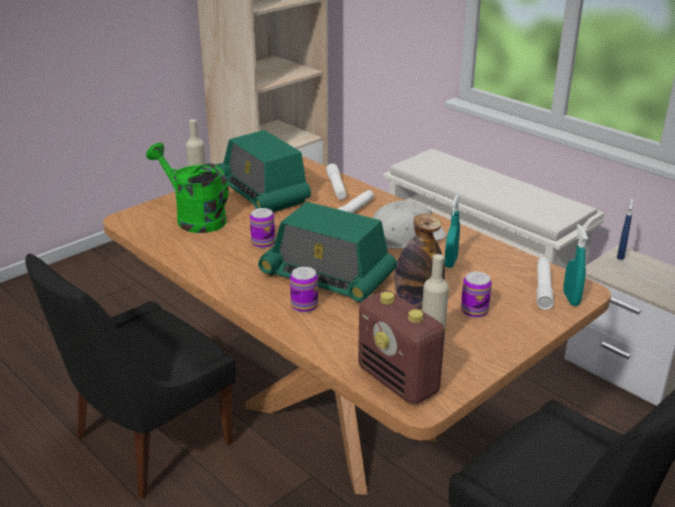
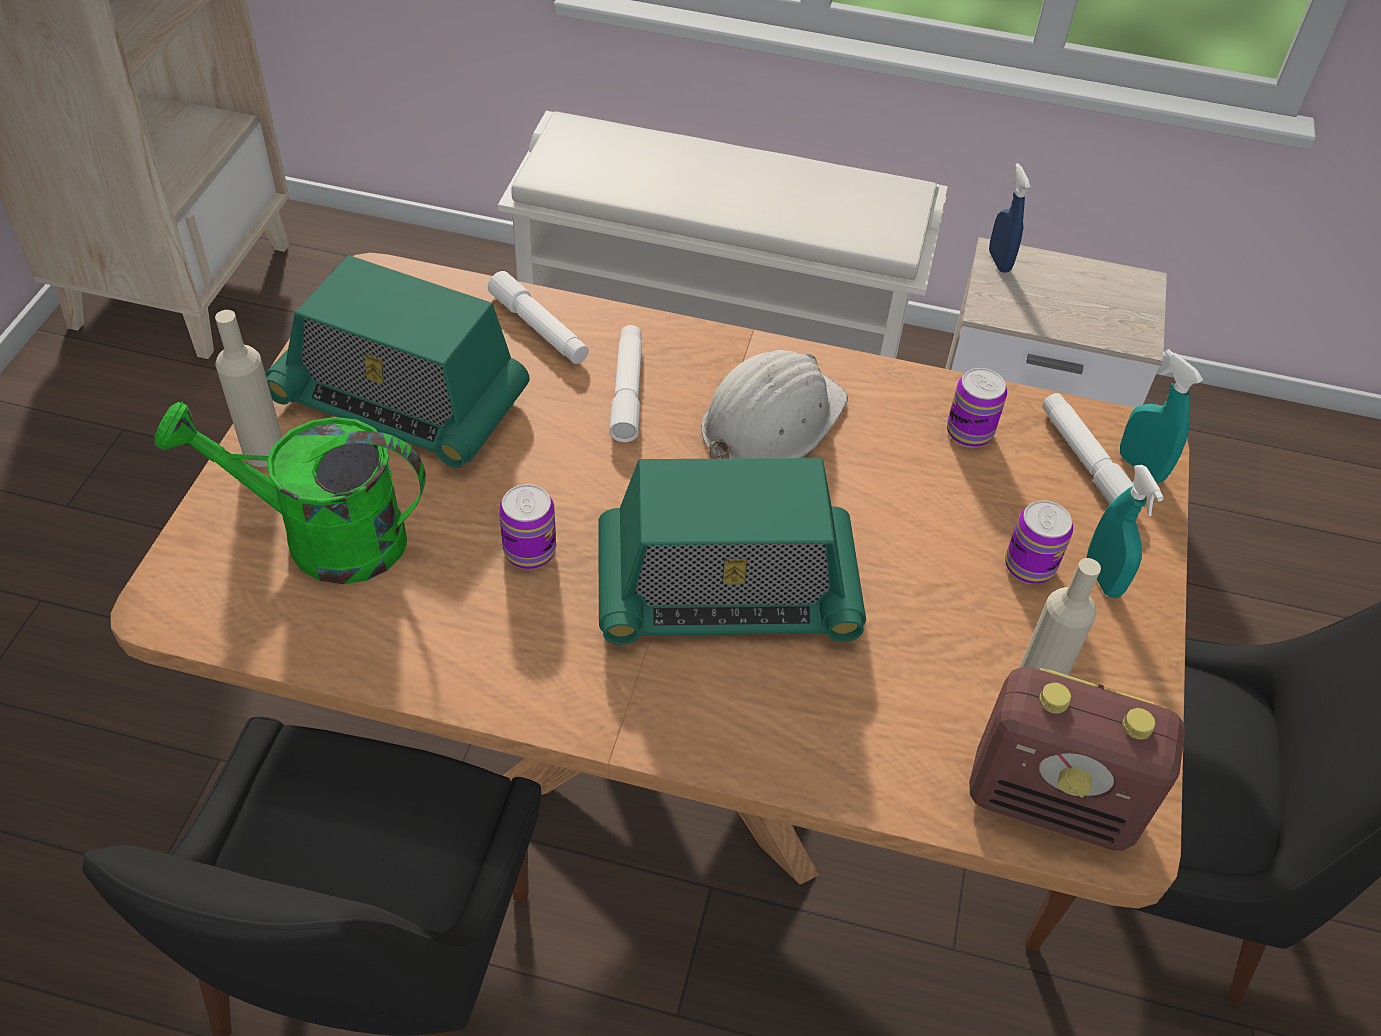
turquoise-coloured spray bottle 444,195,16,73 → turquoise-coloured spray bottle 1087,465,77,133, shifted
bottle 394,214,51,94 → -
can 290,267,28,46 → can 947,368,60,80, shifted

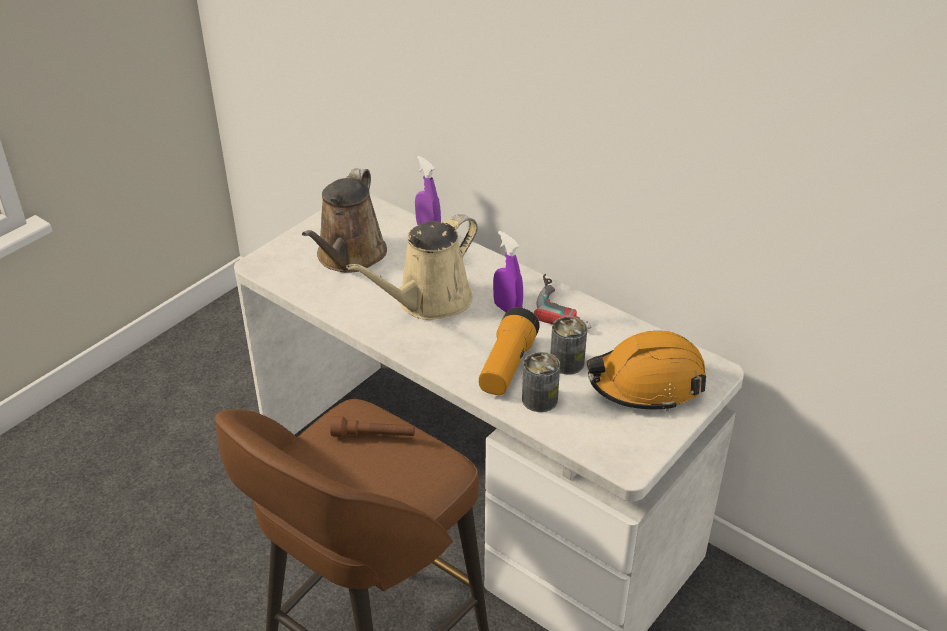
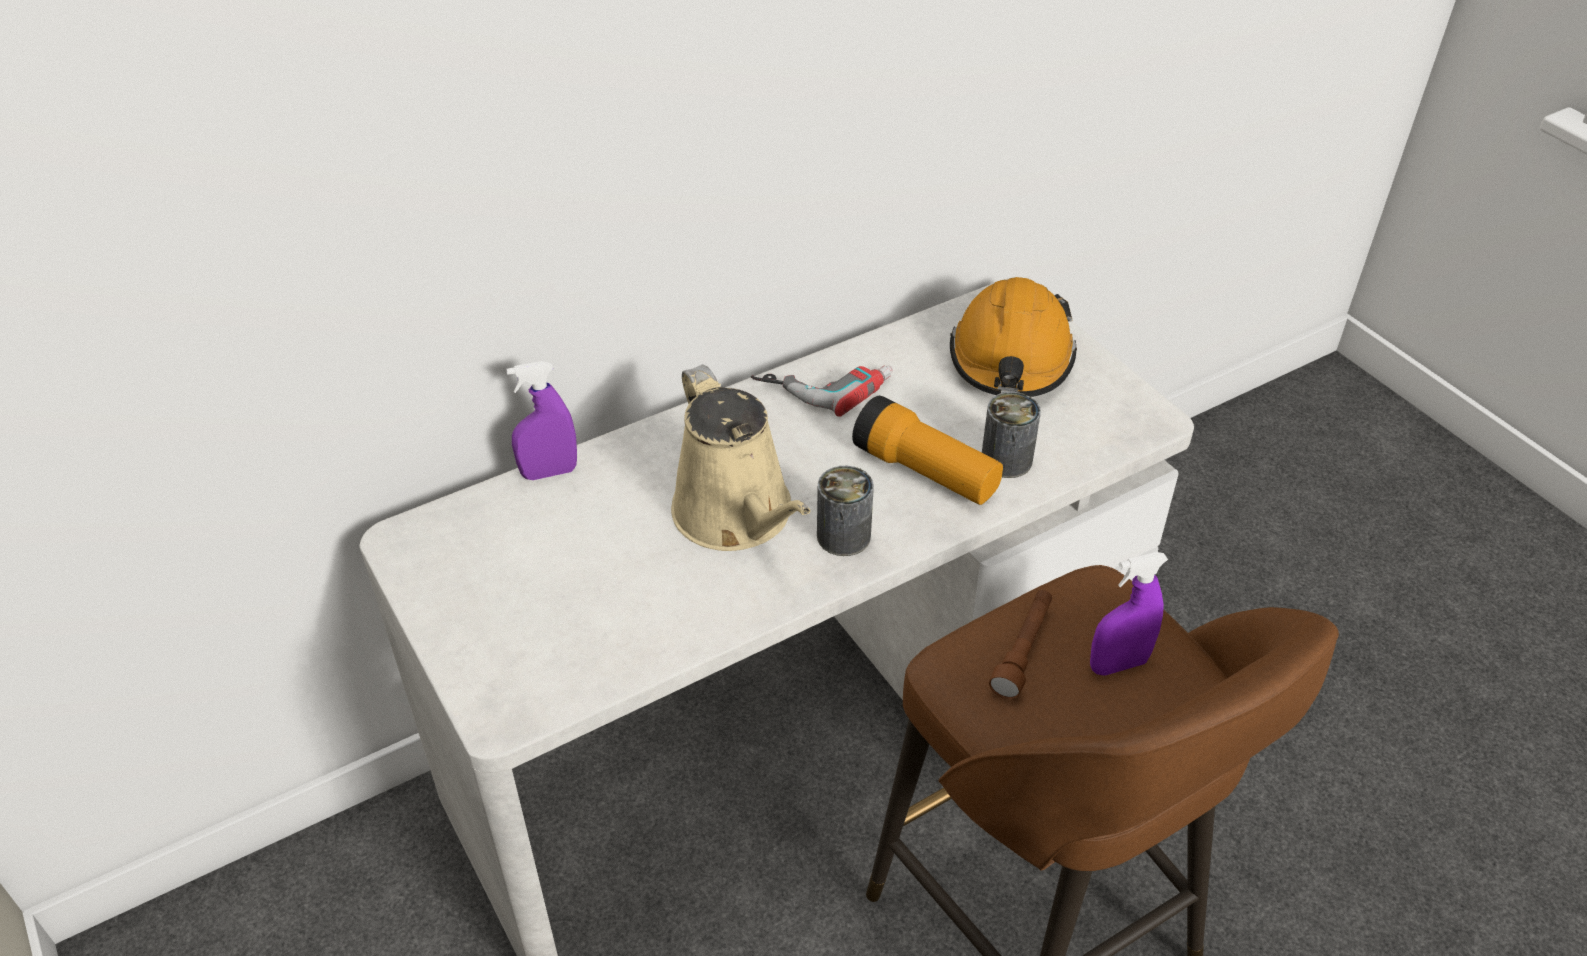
brownish sprinkling can 302,168,85,105 → -
purplish spray bottle 493,231,30,81 → purplish spray bottle 1090,552,78,124, shifted
can 550,316,37,59 → can 817,466,57,90, shifted

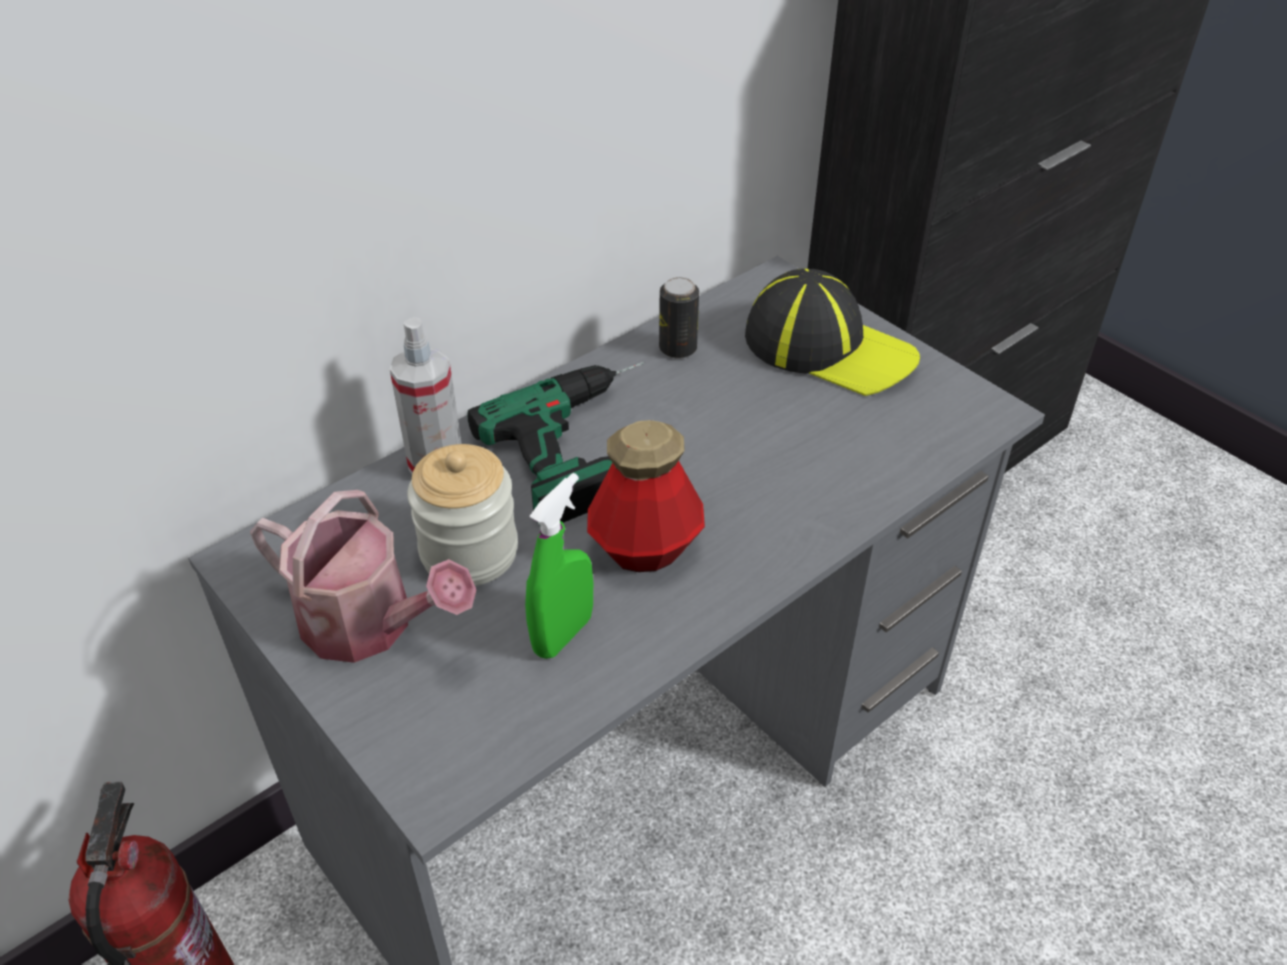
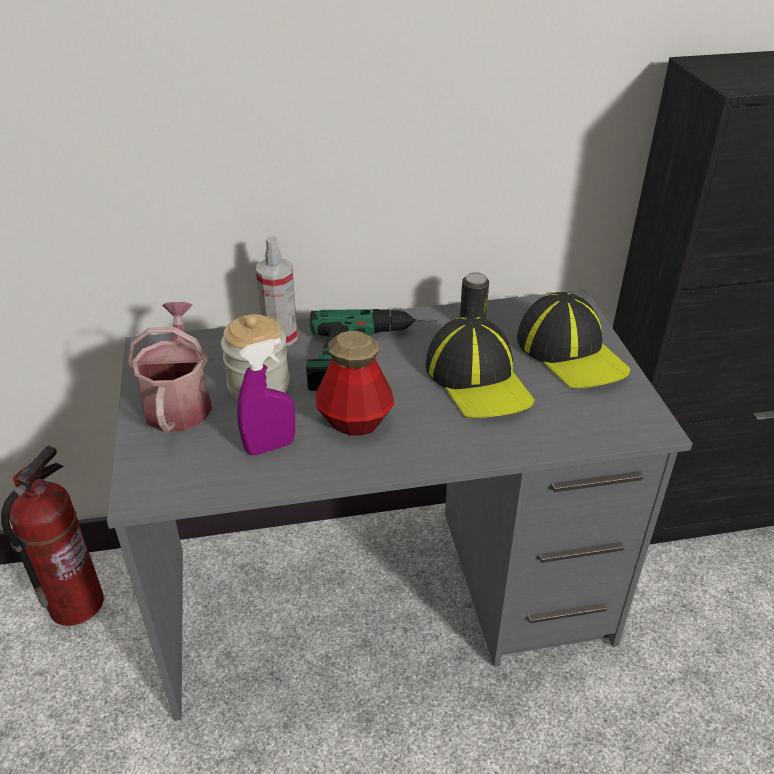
greenish spray bottle 525,473,68,186 → purplish spray bottle 237,338,58,118
sprinkling can 250,490,226,173 → sprinkling can 128,302,84,130, 150 degrees counterclockwise
- → baseball cap 425,316,110,102

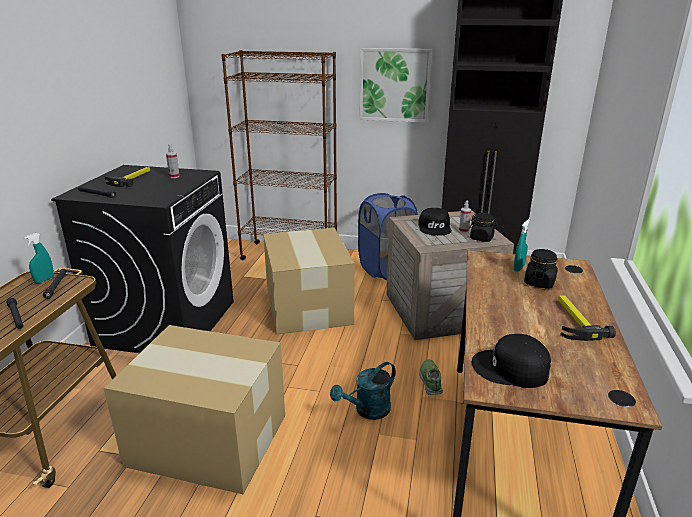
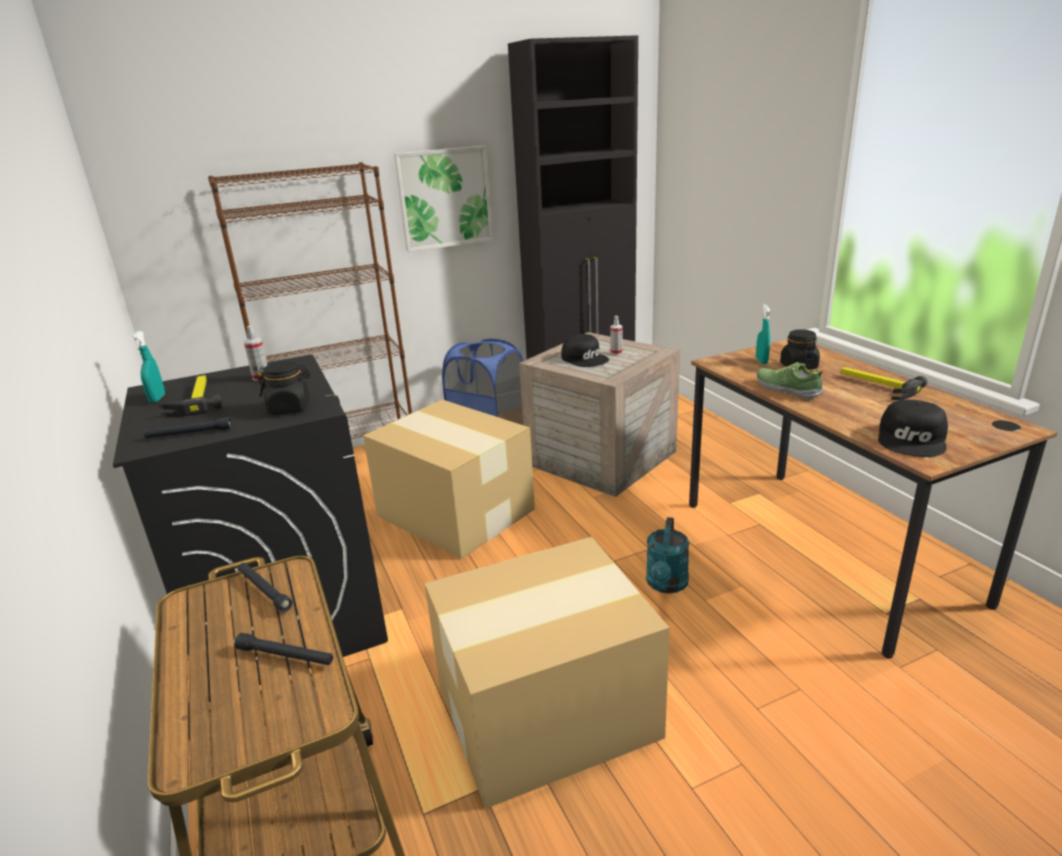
black-coloured jar 469,213,29,29 → black-coloured jar 257,361,53,54, shifted
turquoise-coloured spray bottle 24,233,30,51 → turquoise-coloured spray bottle 132,331,33,72, shifted
black-coloured baseball cap 472,334,79,54 → black-coloured baseball cap 878,400,70,57, 45 degrees counterclockwise
item of footwear 419,359,24,36 → item of footwear 757,362,67,37, shifted

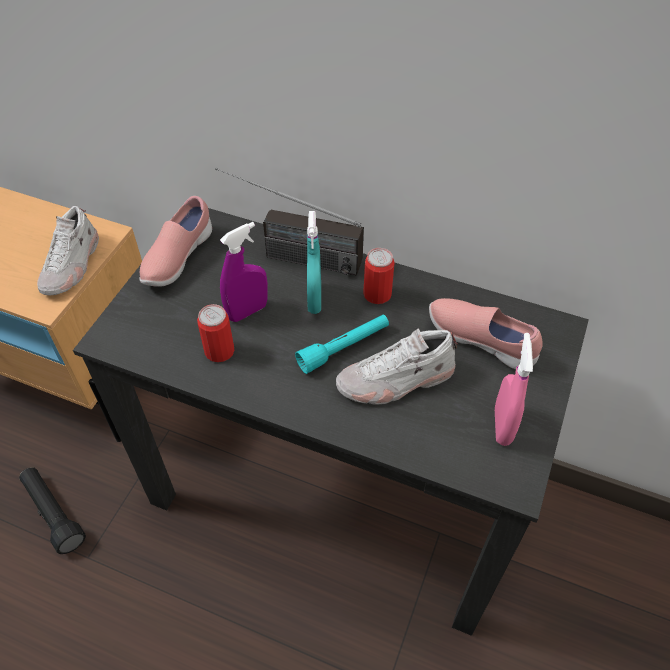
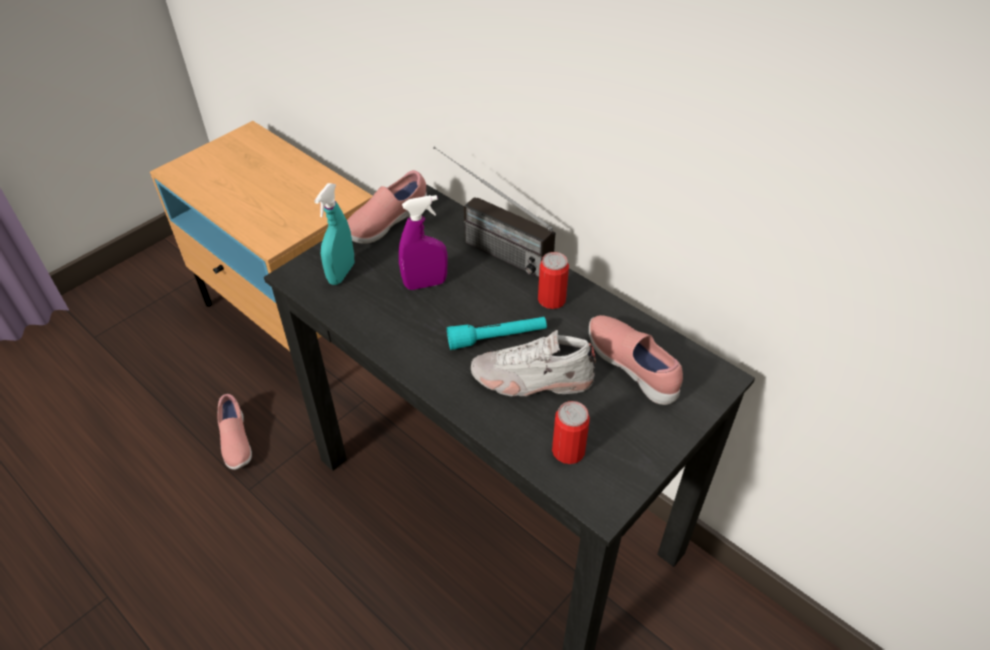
white-coloured item of footwear 37,205,62,91 → -
turquoise-coloured spray bottle 307,211,14,103 → turquoise-coloured spray bottle 314,183,40,102, shifted
can 197,304,37,58 → can 552,401,38,63, shifted
pinkish spray bottle 495,333,38,113 → -
black-coloured hand torch 19,467,67,87 → pinkish item of footwear 218,394,34,76

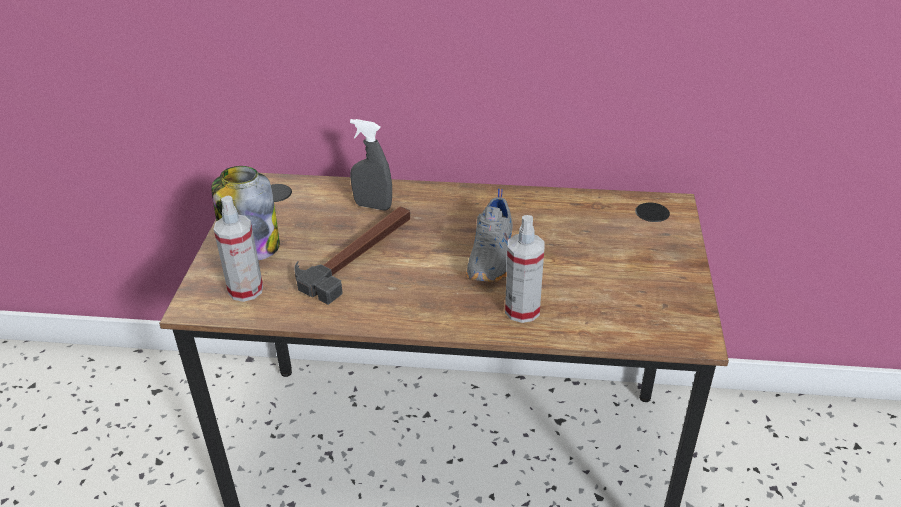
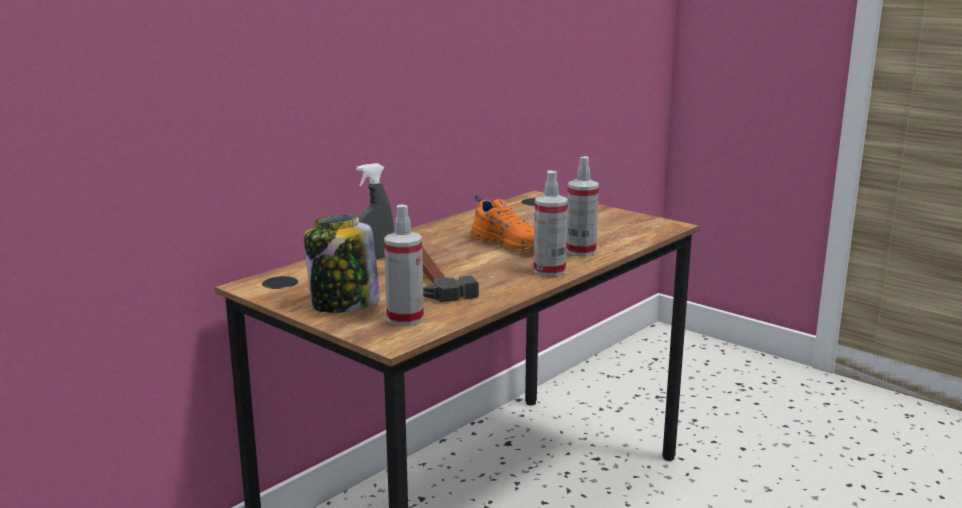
greyish item of footwear 466,189,47,93 → orangey item of footwear 470,195,64,57
- → spray bottle 534,170,34,107

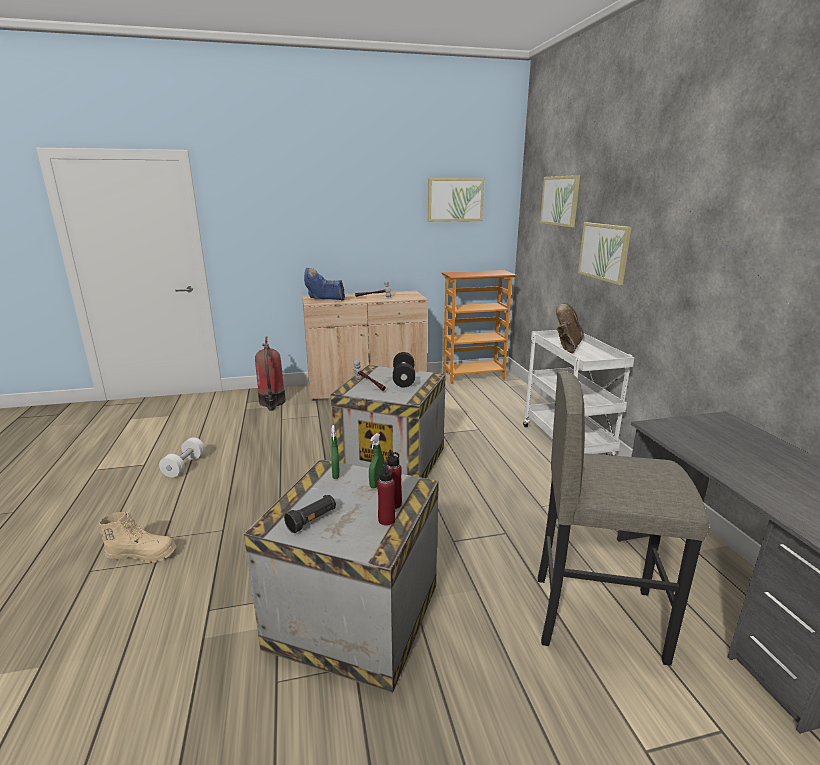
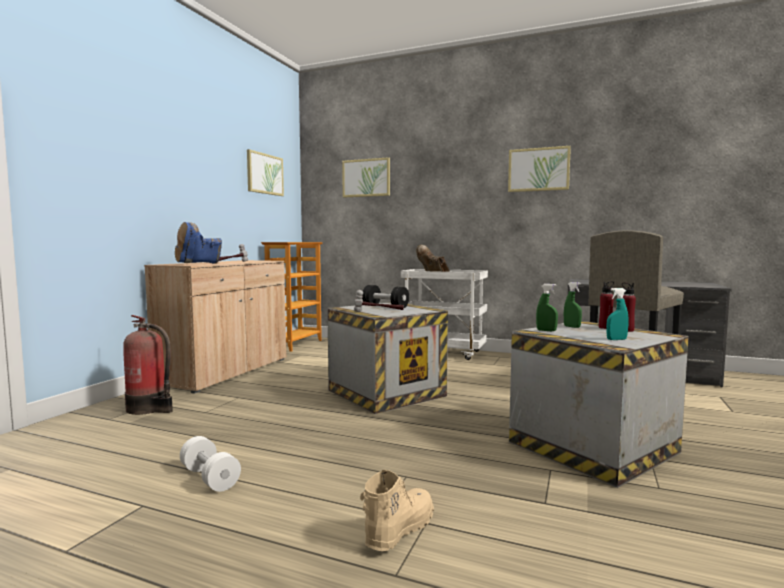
picture 578,222,54,63 → picture 508,146,63,46, shifted
black-coloured hand torch 284,495,52,38 → turquoise-coloured spray bottle 606,288,23,52

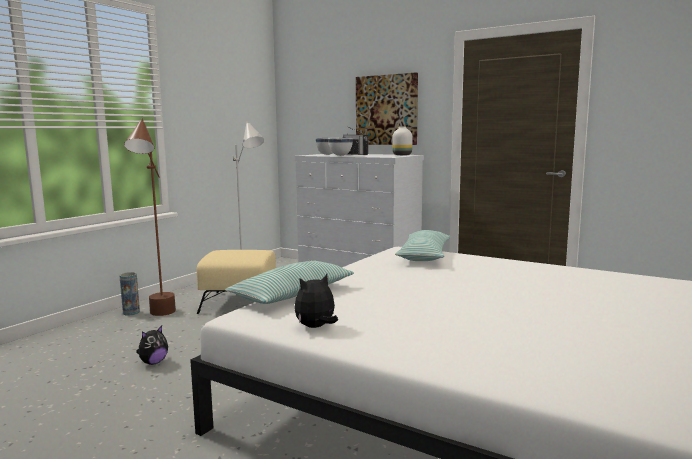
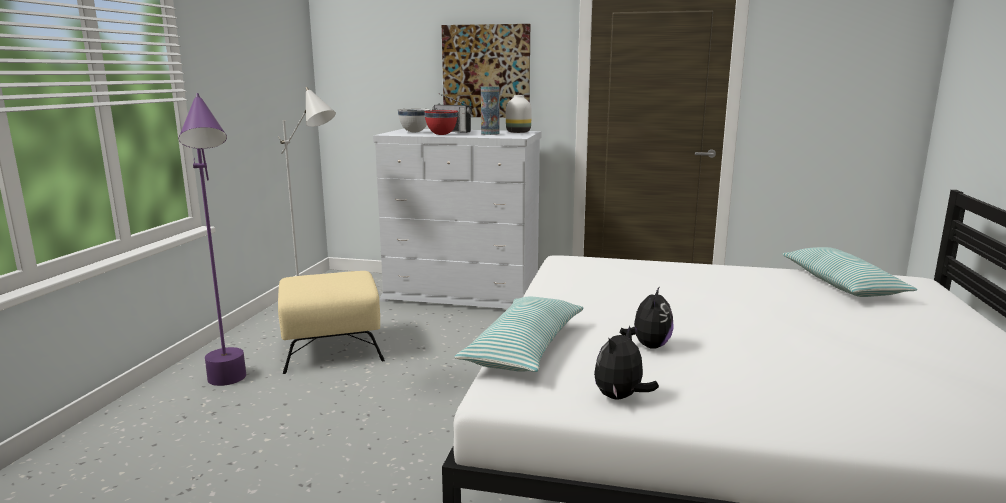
brownish floor lamp 124,119,52,197 → purplish floor lamp 179,93,67,293
white-coloured bowl 328,138,25,18 → red-coloured bowl 424,110,34,25
pillow 395,230,56,31 → pillow 782,247,135,50, shifted
flower vase 119,272,21,43 → flower vase 481,86,19,49, shifted
cuddly toy 136,326,32,39 → cuddly toy 620,286,54,63, shifted

